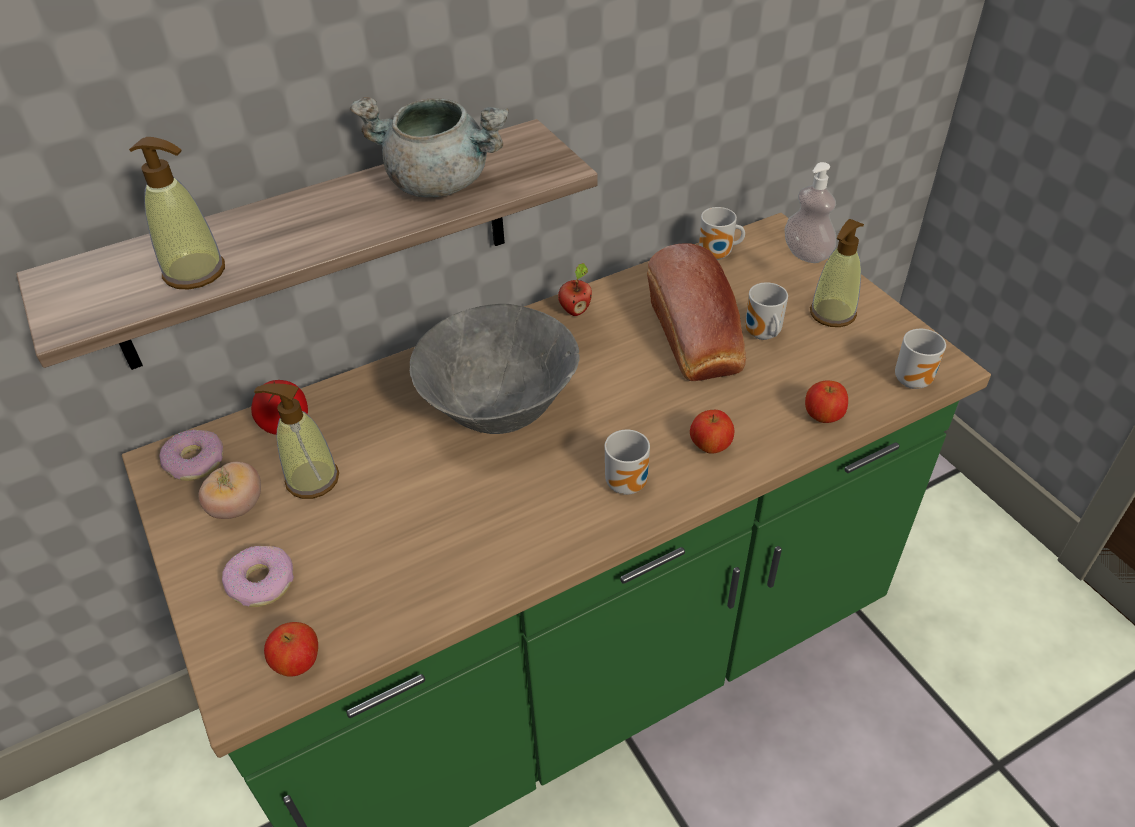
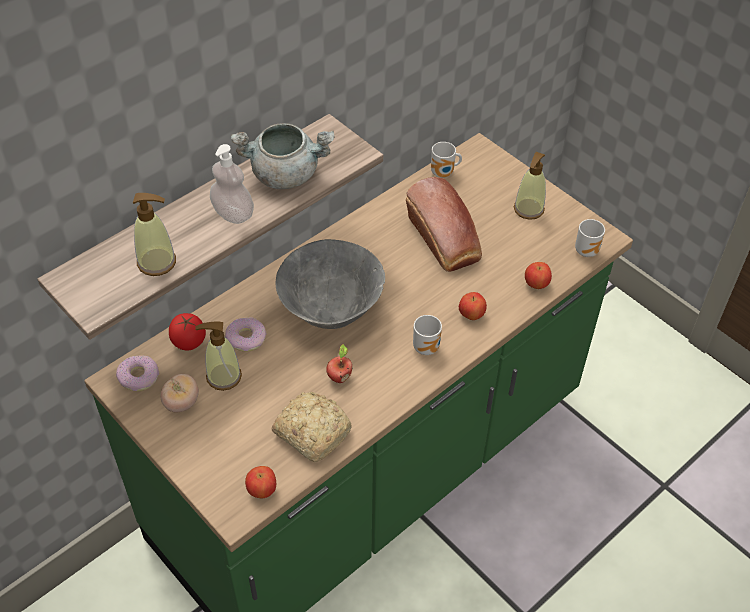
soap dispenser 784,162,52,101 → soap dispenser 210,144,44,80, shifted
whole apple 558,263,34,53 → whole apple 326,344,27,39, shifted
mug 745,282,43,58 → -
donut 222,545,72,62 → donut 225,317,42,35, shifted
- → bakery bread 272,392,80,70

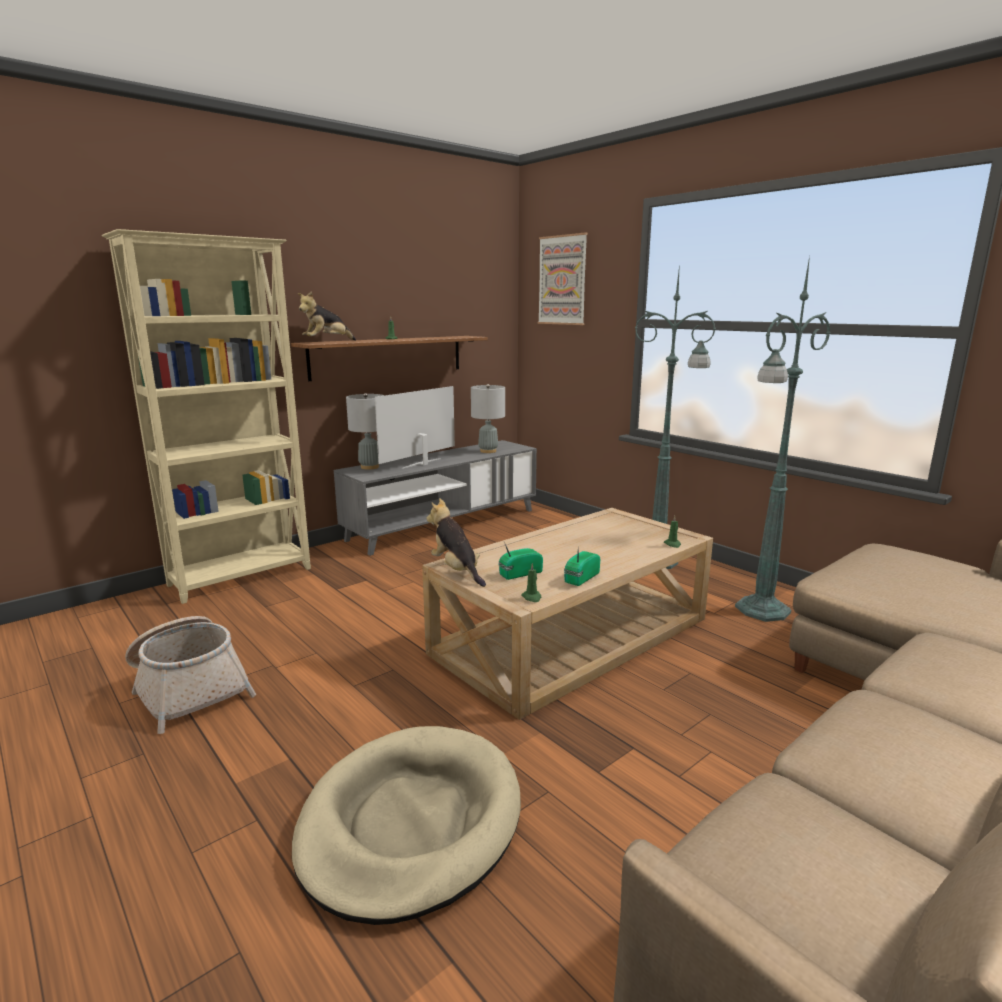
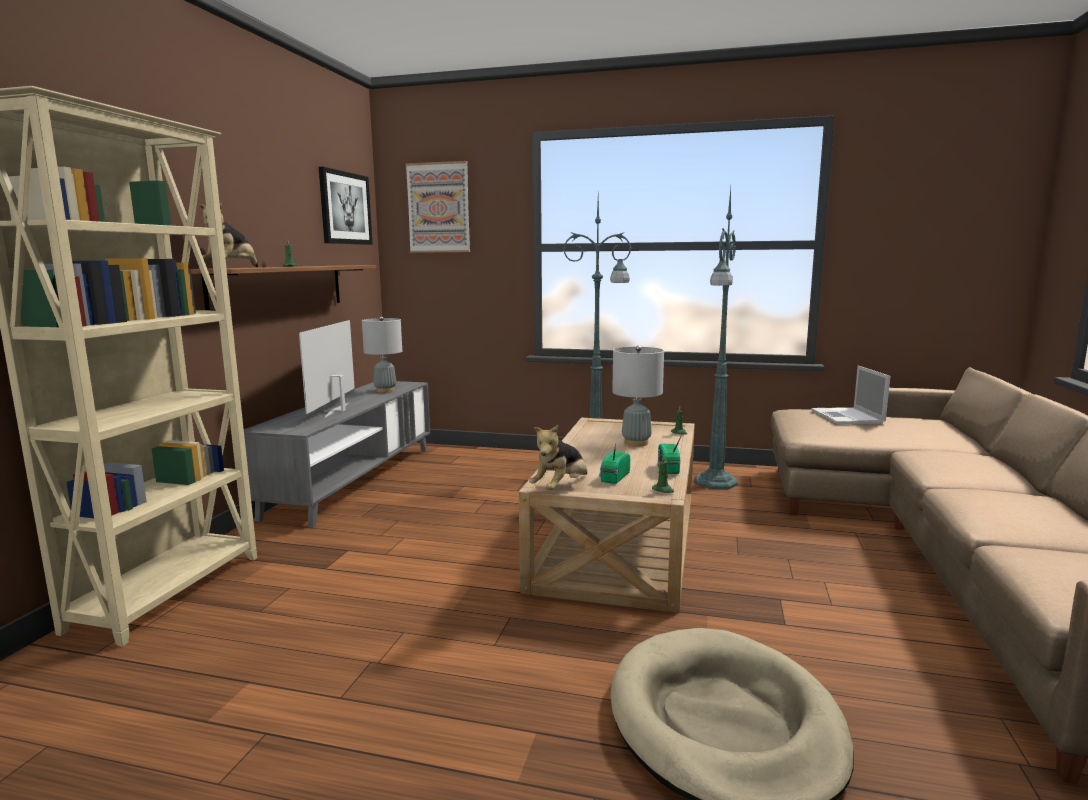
greyish lamp for a table 346,393,38,77 → greyish lamp for a table 612,346,52,100, shifted
cuddly toy 427,498,59,89 → cuddly toy 529,425,58,65, 75 degrees counterclockwise
household basket 125,616,131,118 → -
- → picture 319,167,54,78
- → laptop 811,366,79,58

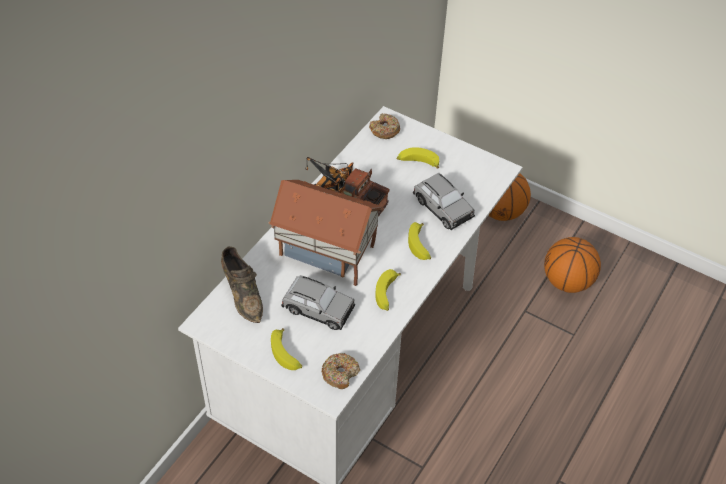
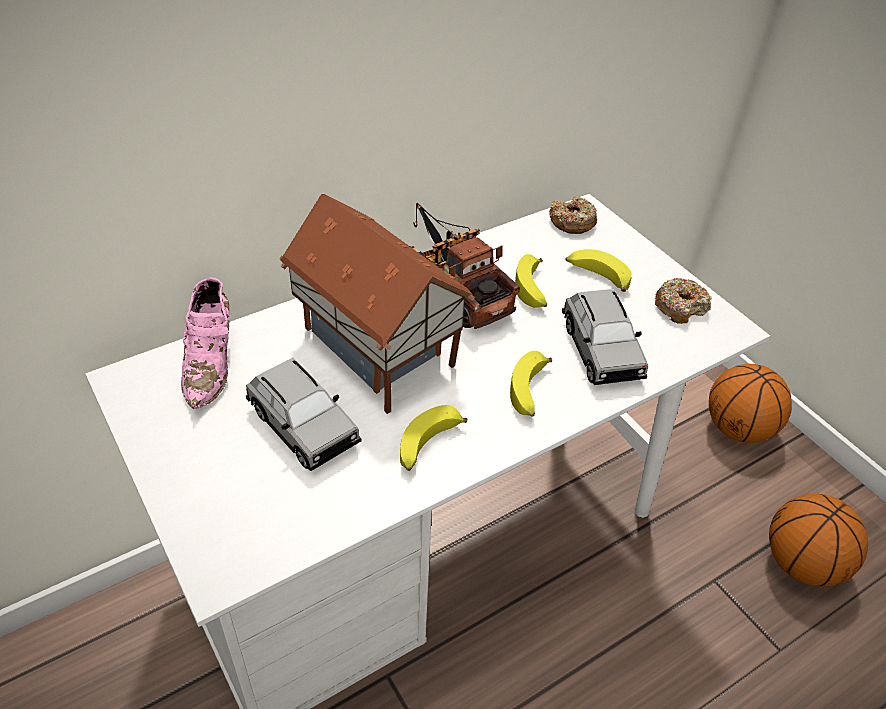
brownish item of footwear 221,246,42,77 → pinkish item of footwear 181,277,49,132
banana fruit 271,328,31,42 → banana fruit 515,254,32,54, shifted
donut 322,353,38,36 → donut 655,278,57,46, shifted

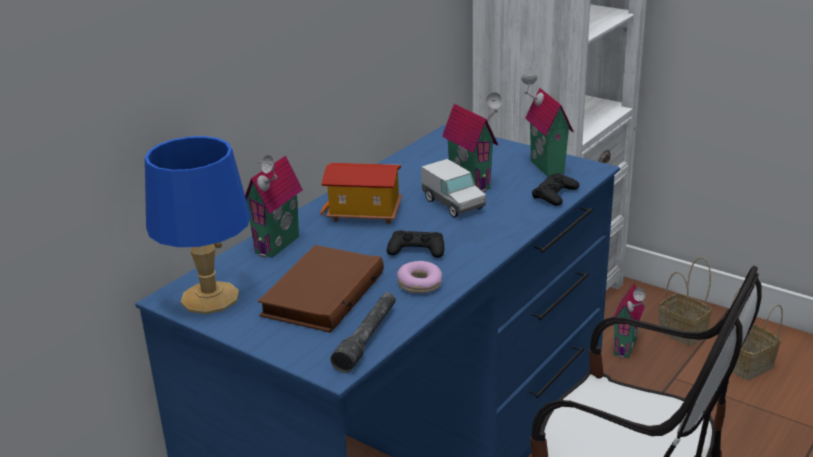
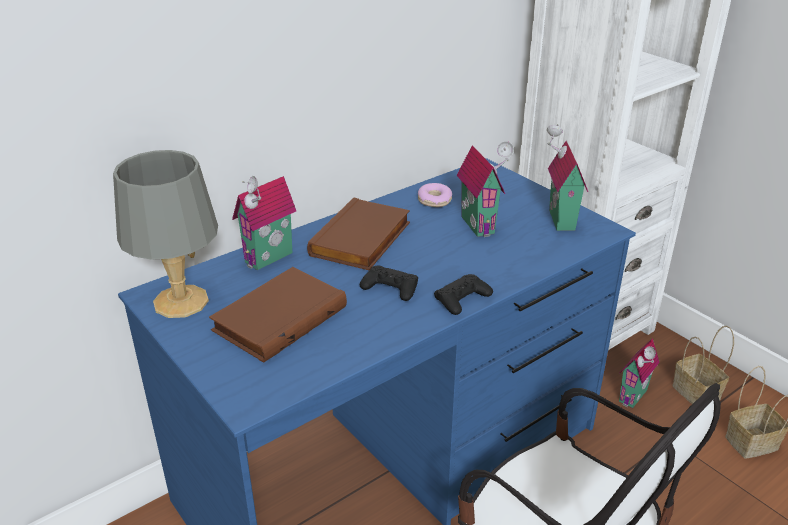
blue lamp for a table 145,136,106,178 → greyish lamp for a table 113,150,105,168
model truck 421,159,65,59 → -
miniature house 320,163,82,61 → brownish volume 307,198,103,72
black-coloured game controller 532,173,48,33 → black-coloured game controller 434,274,59,41, shifted
donut 397,261,45,32 → donut 418,183,34,24, shifted
greyish hand torch 330,292,66,81 → -

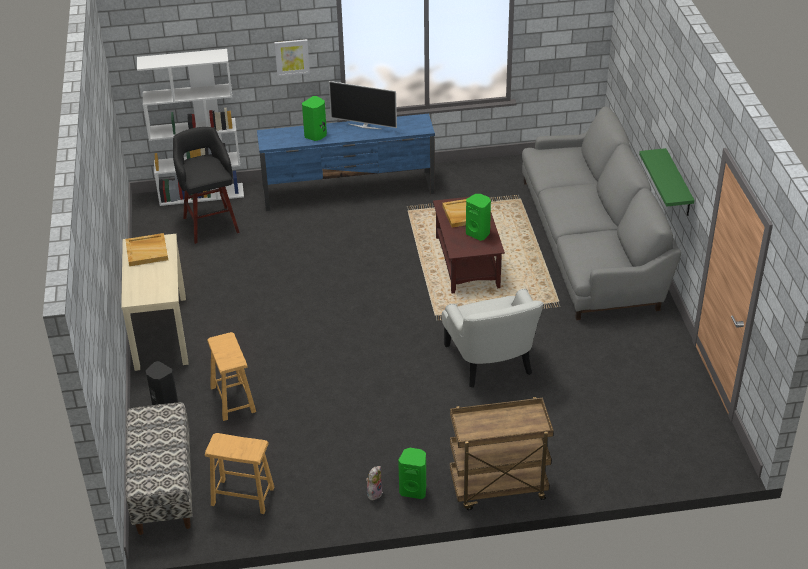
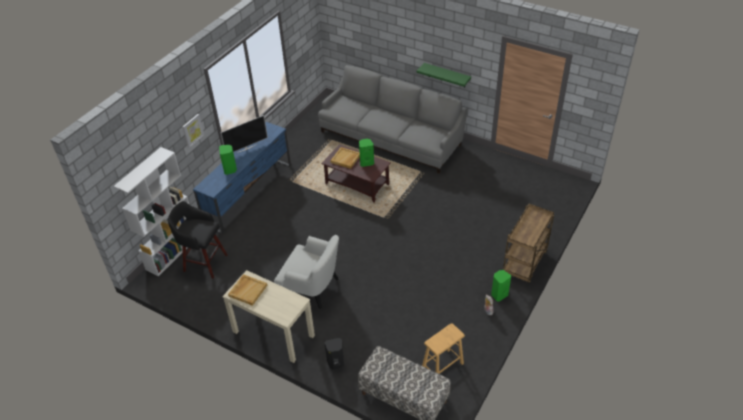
white-coloured lounge chair 442,289,102,98 → white-coloured lounge chair 274,235,65,74, shifted
brownish stool seat 207,332,49,89 → -

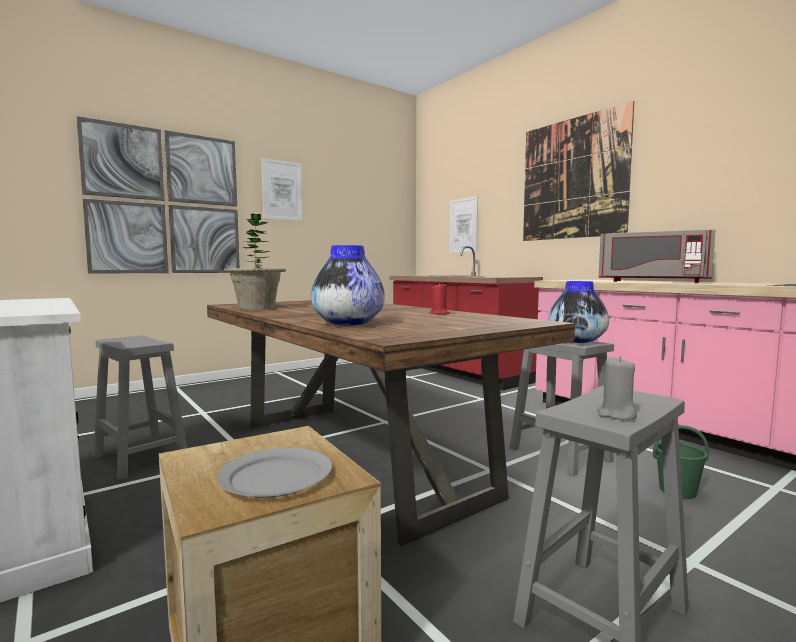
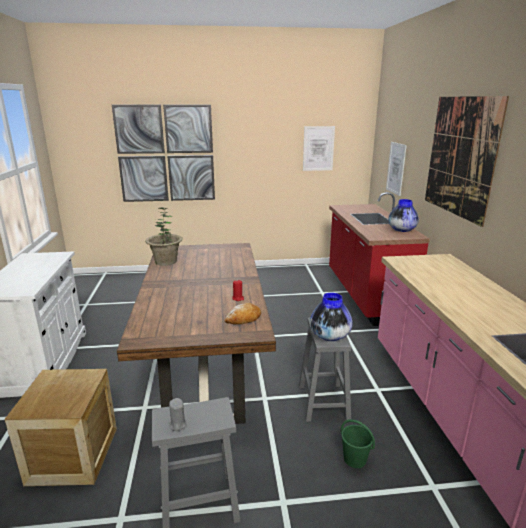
picture 261,158,42,63 → picture 303,126,32,45, shifted
greyish microwave oven 599,230,116,53 → -
flower vase 311,245,74,81 → flower vase 388,199,31,33, shifted
greyish stool seat 93,335,94,145 → -
greyish dinner plate 217,448,115,50 → -
- → bakery bread 225,303,36,22

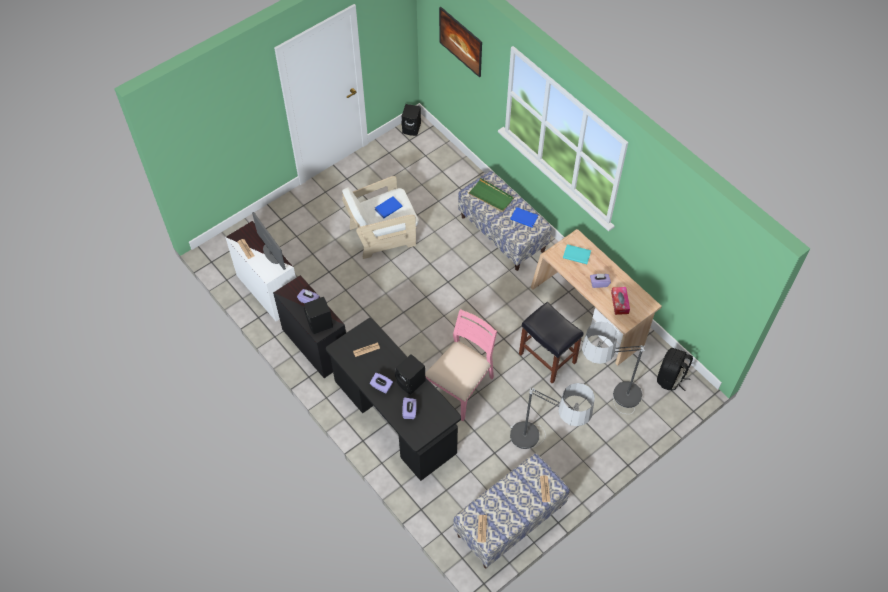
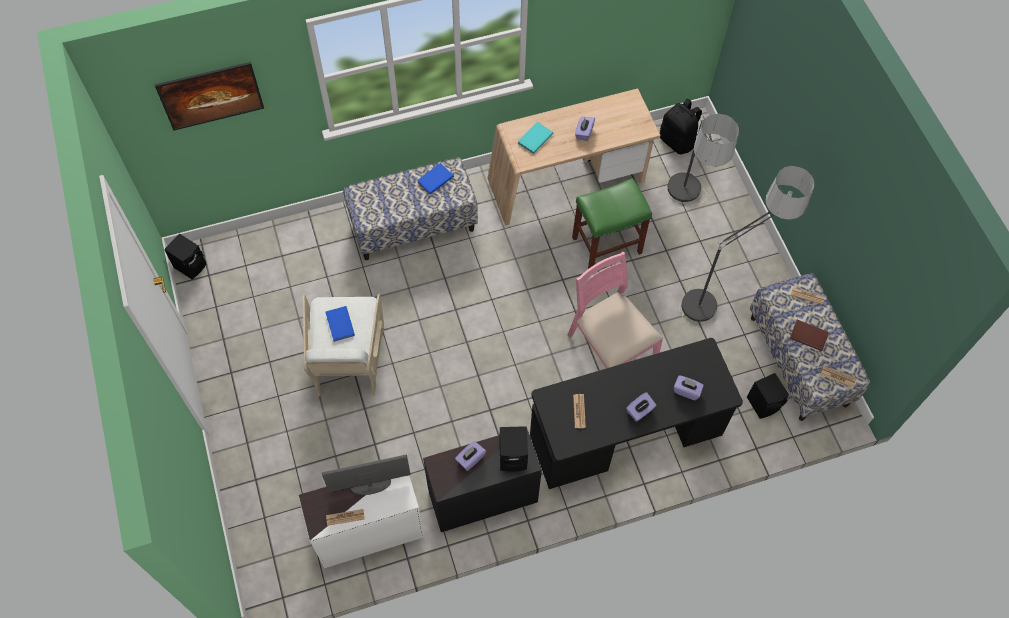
greenish tray 467,178,47,34 → -
box of tissues 611,287,19,28 → -
black-coloured stool seat 519,302,65,82 → greenish stool seat 572,178,80,91
black-coloured loudspeaker 395,354,31,41 → black-coloured loudspeaker 747,373,42,46, shifted
- → brownish volume 790,320,39,31

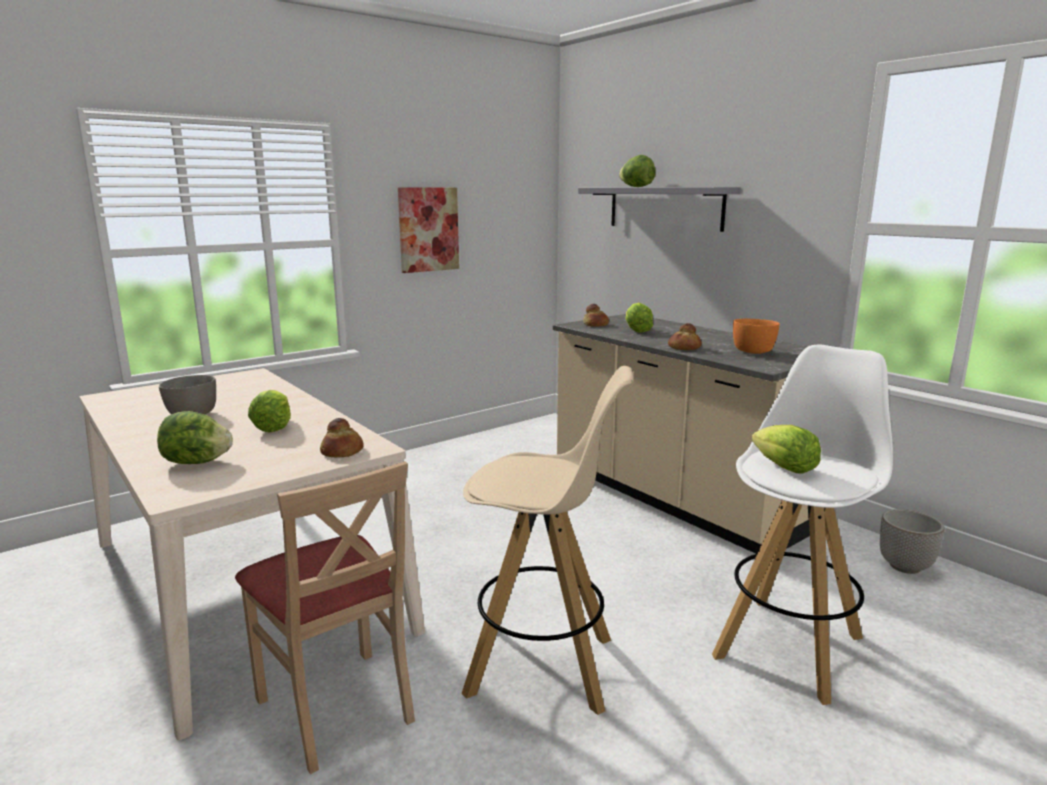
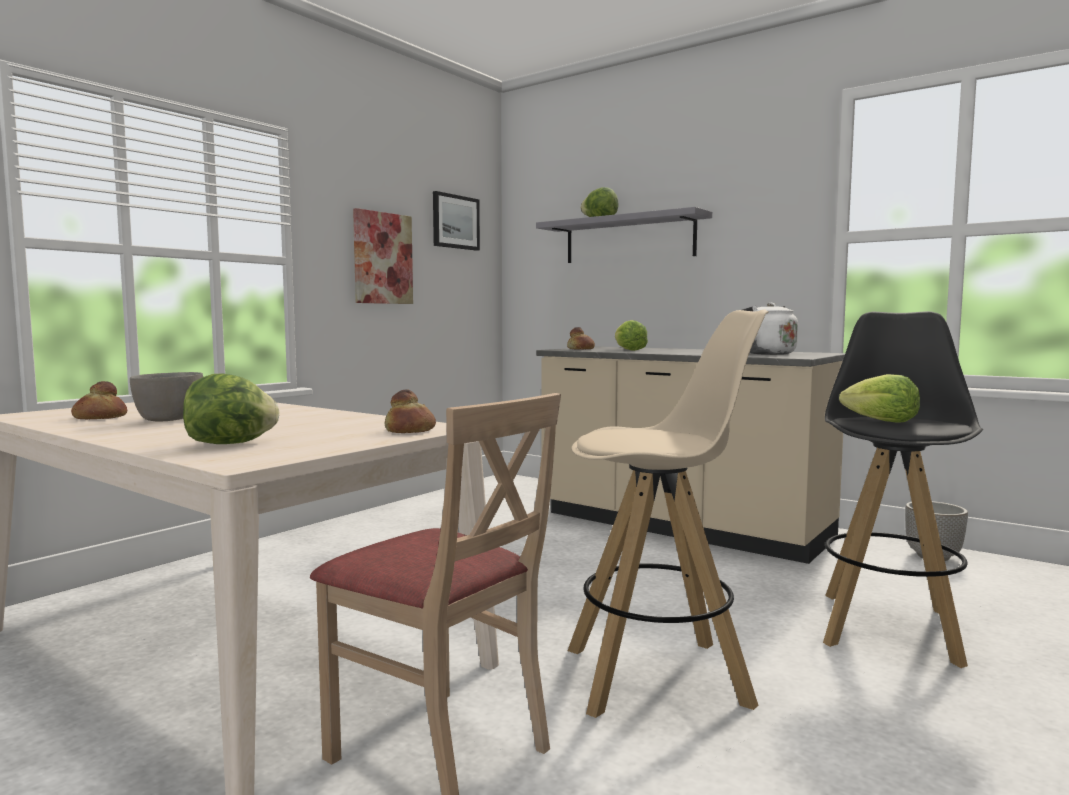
orangey bowl 733,319,47,35 → white-coloured water kettle 742,303,56,52
bakery bread 668,323,34,27 → bakery bread 71,381,56,38, shifted
white-coloured stool seat 712,344,181,361 → black-coloured stool seat 823,311,160,357
head of lettuce 248,390,43,43 → -
- → picture 433,191,47,60

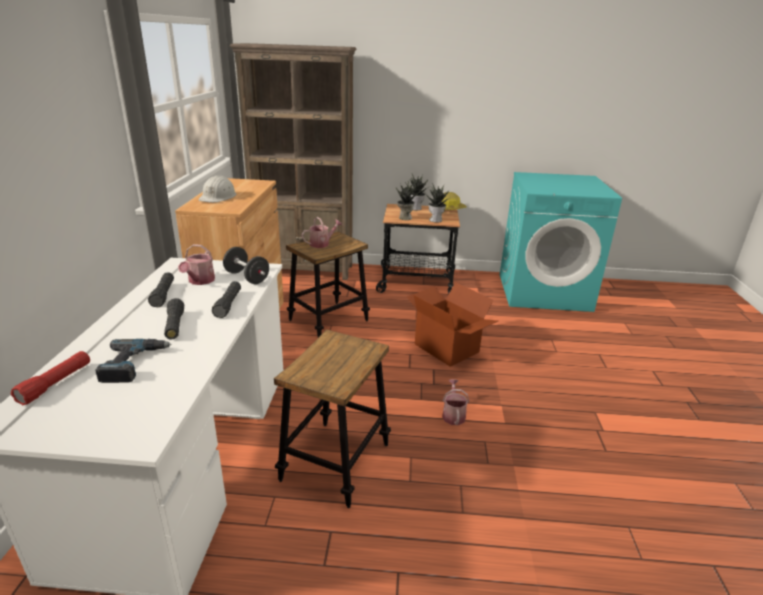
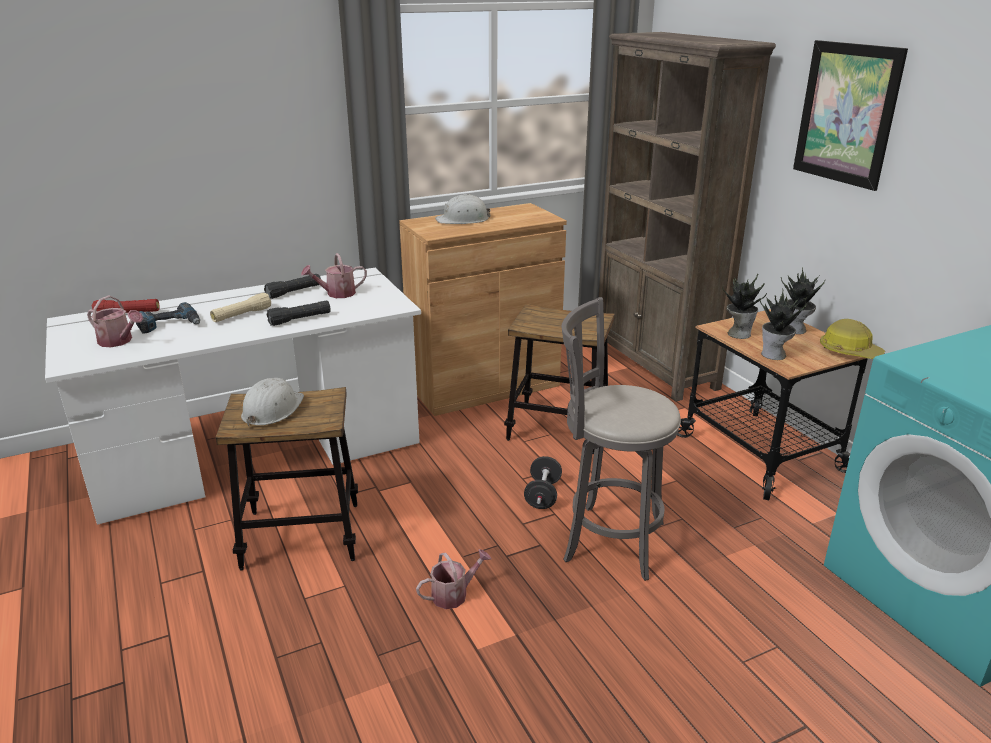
sprinkling can 301,217,42,31 → sprinkling can 87,295,56,52, shifted
black-coloured free weight 223,247,46,37 → black-coloured free weight 524,456,38,53, shifted
carton 407,282,91,85 → greyish stool seat 562,297,119,284
black-coloured hand torch 164,298,20,41 → beige hand torch 210,293,61,29
- → picture 793,40,115,151
- → white-coloured hard hat 241,378,63,48

